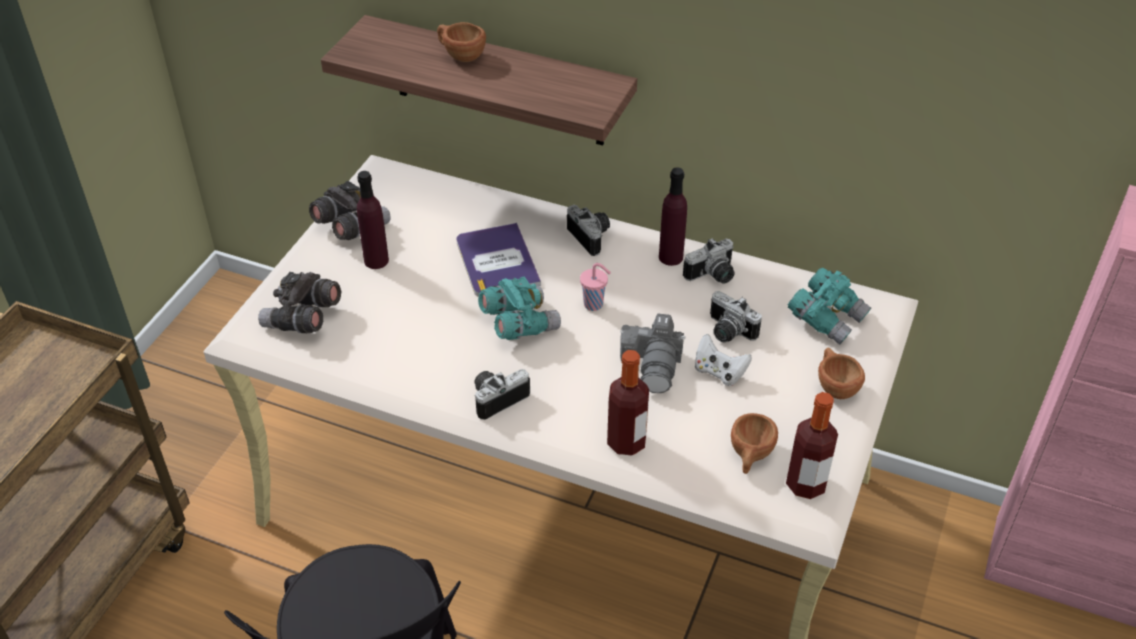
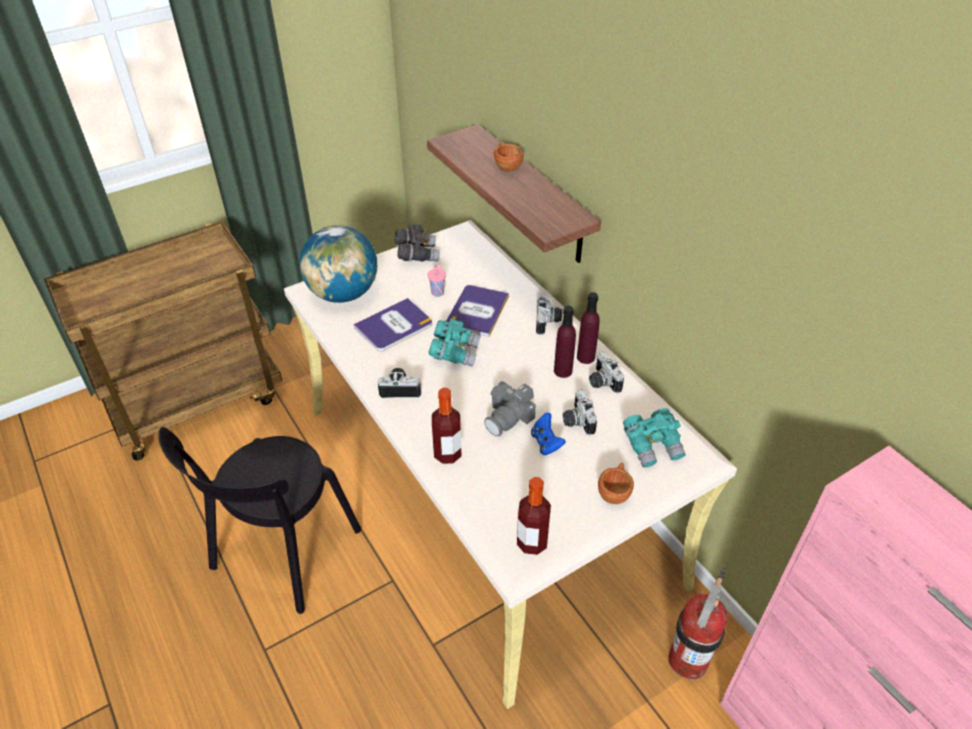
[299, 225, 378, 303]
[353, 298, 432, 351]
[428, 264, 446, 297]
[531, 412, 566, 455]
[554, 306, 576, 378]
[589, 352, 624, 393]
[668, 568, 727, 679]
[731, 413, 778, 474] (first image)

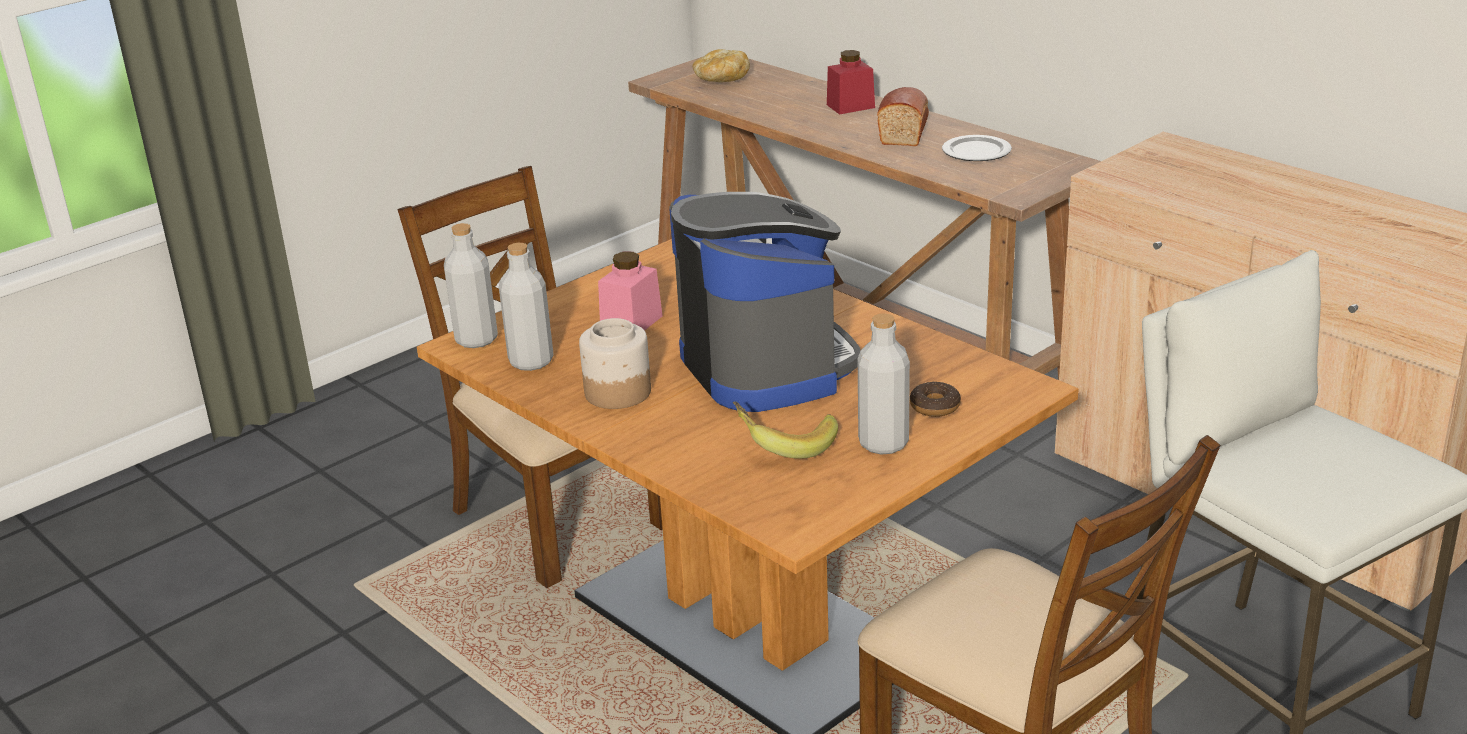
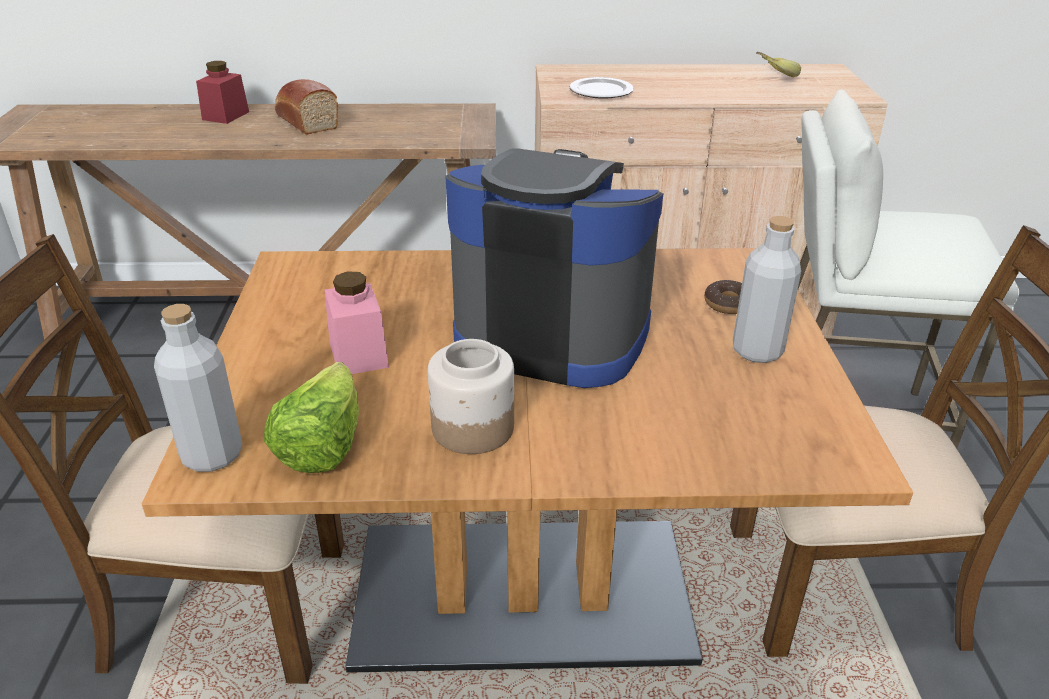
[264, 362, 359, 473]
[569, 77, 634, 99]
[756, 52, 801, 77]
[693, 49, 750, 82] (first image)

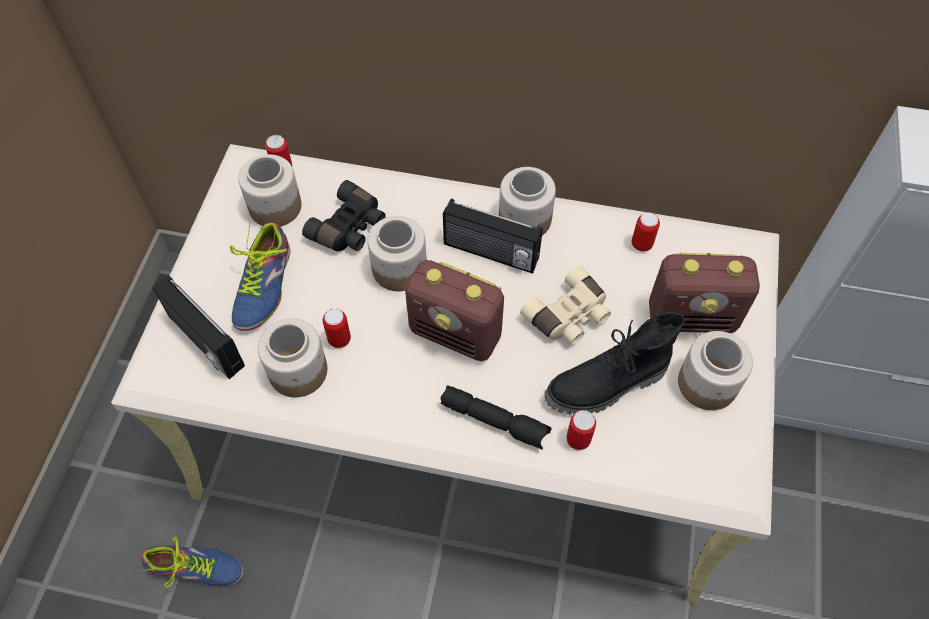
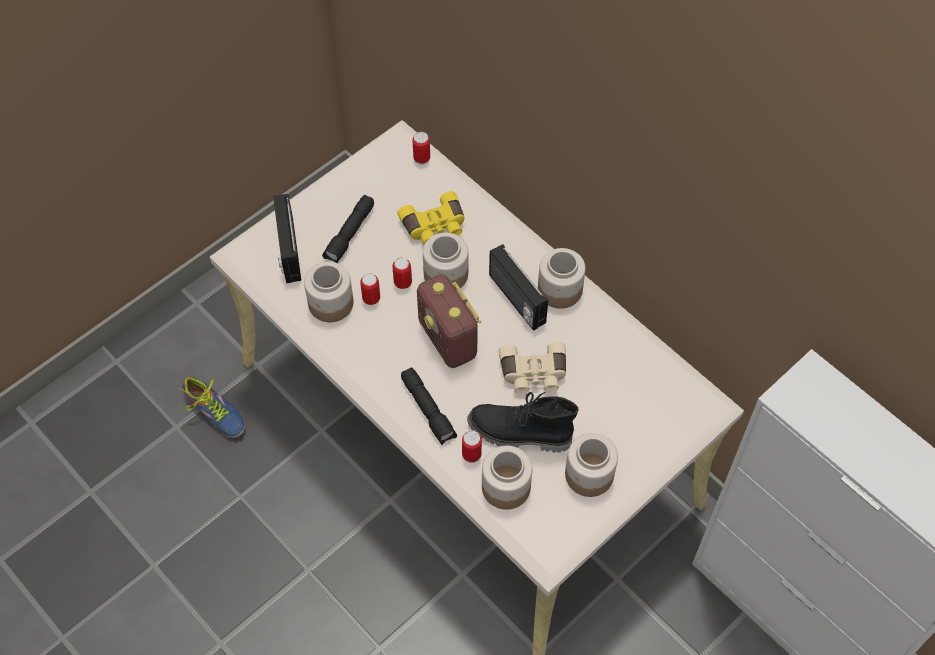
[322, 195, 374, 263]
[392, 258, 412, 289]
[397, 191, 464, 245]
[482, 446, 532, 510]
[649, 253, 760, 333] (first image)

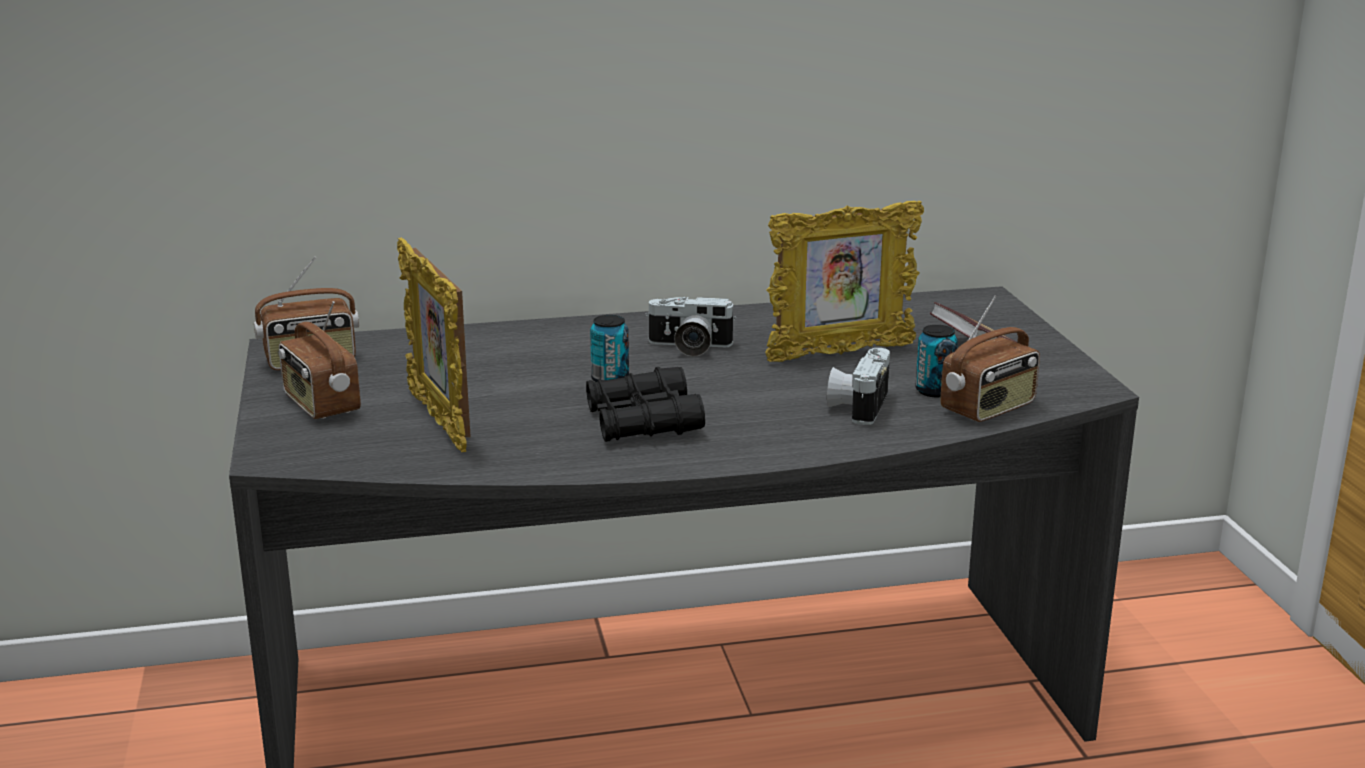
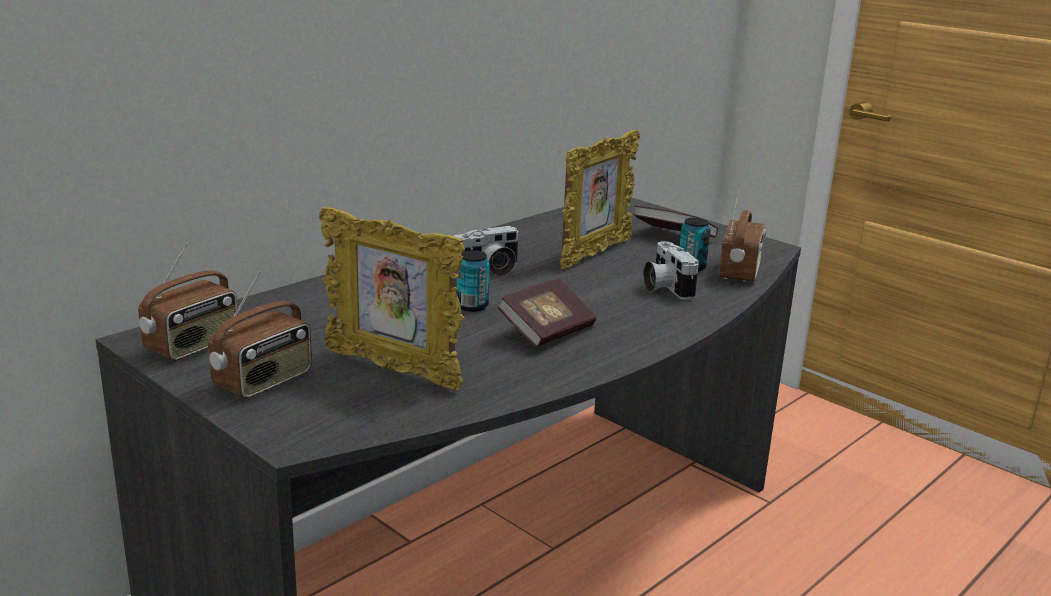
[208, 272, 312, 399]
[497, 279, 596, 347]

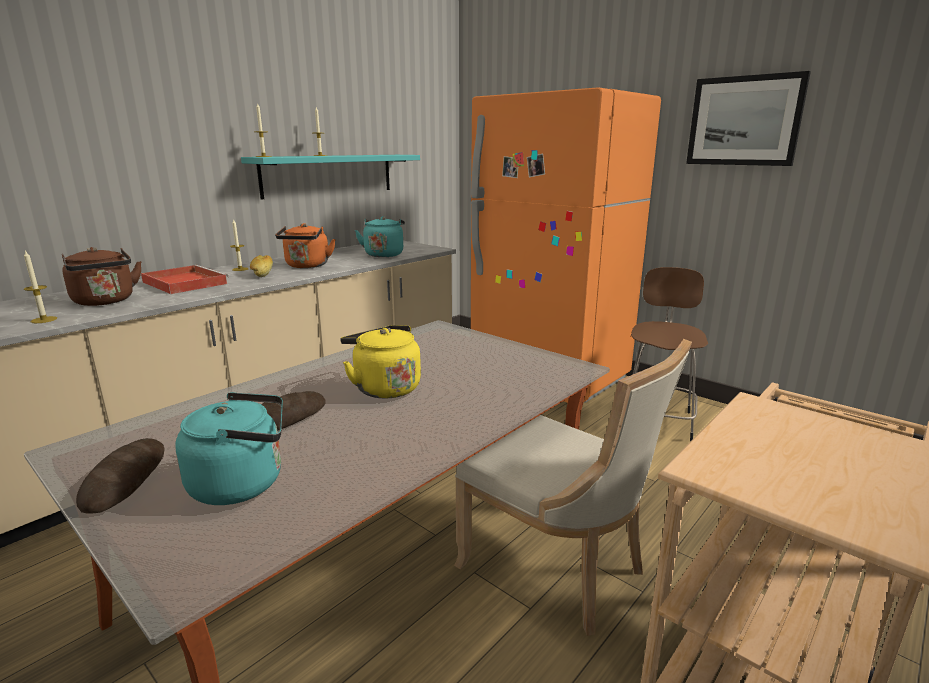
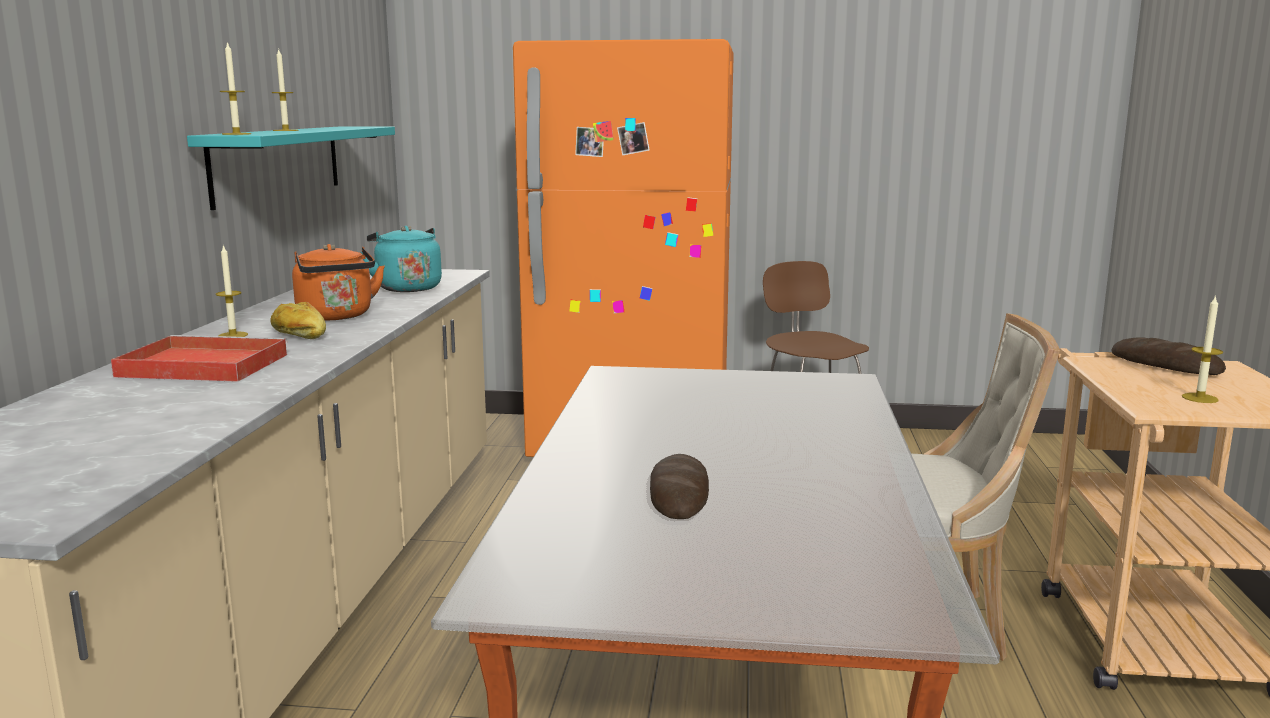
[1111, 338, 1226, 375]
[1182, 295, 1223, 403]
[62, 247, 142, 306] (first image)
[175, 392, 283, 505] (first image)
[340, 325, 421, 399] (first image)
[686, 71, 811, 166] (first image)

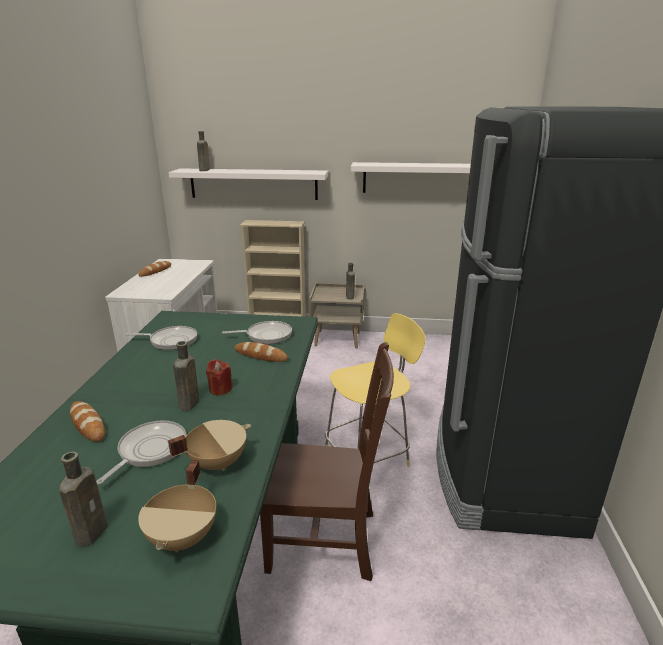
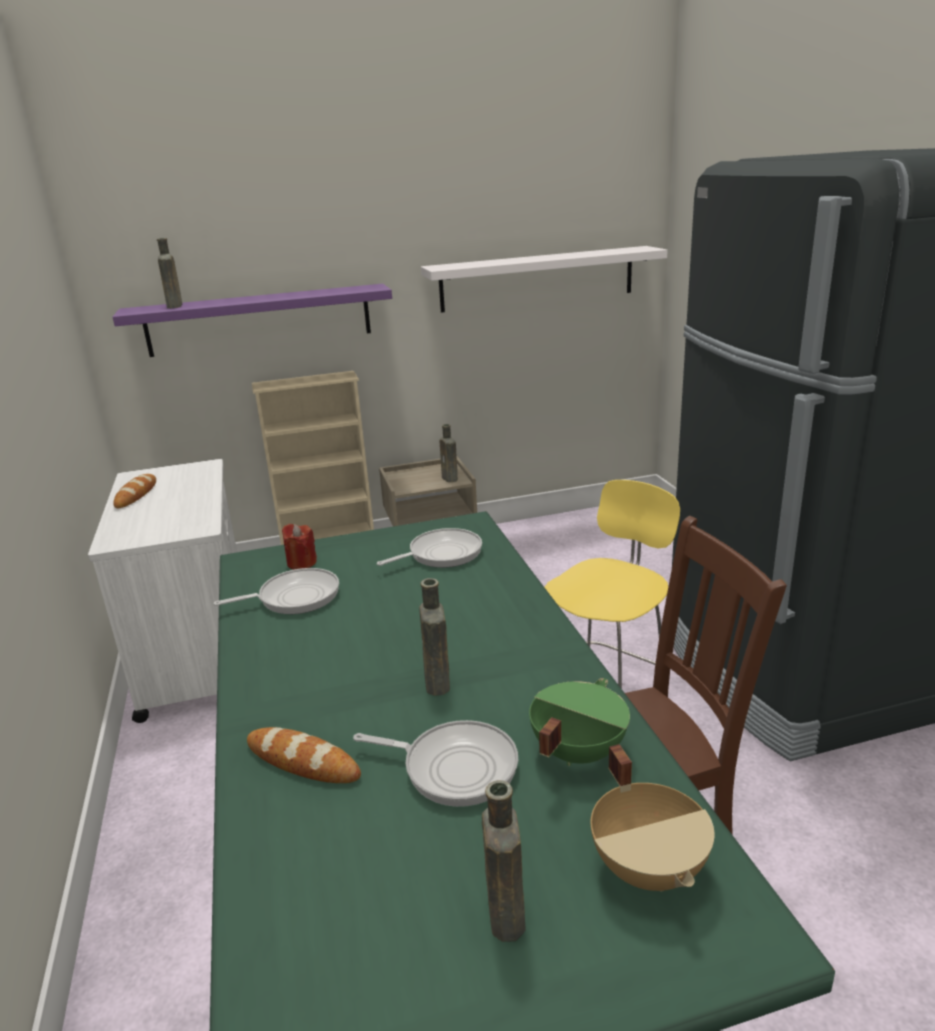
[113, 284, 392, 357]
[282, 524, 317, 570]
[353, 720, 518, 807]
[529, 678, 630, 766]
[235, 342, 288, 362] (first image)

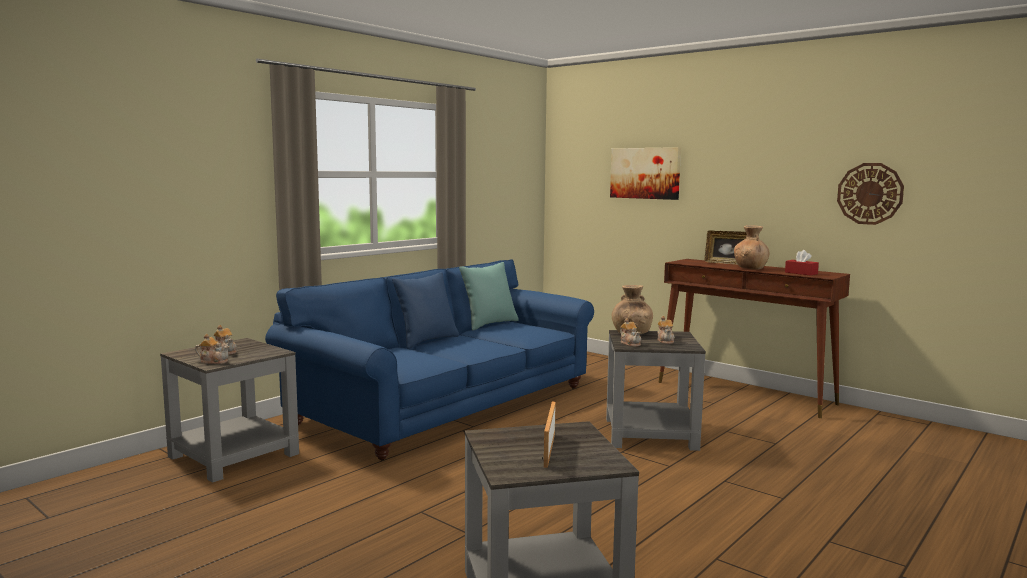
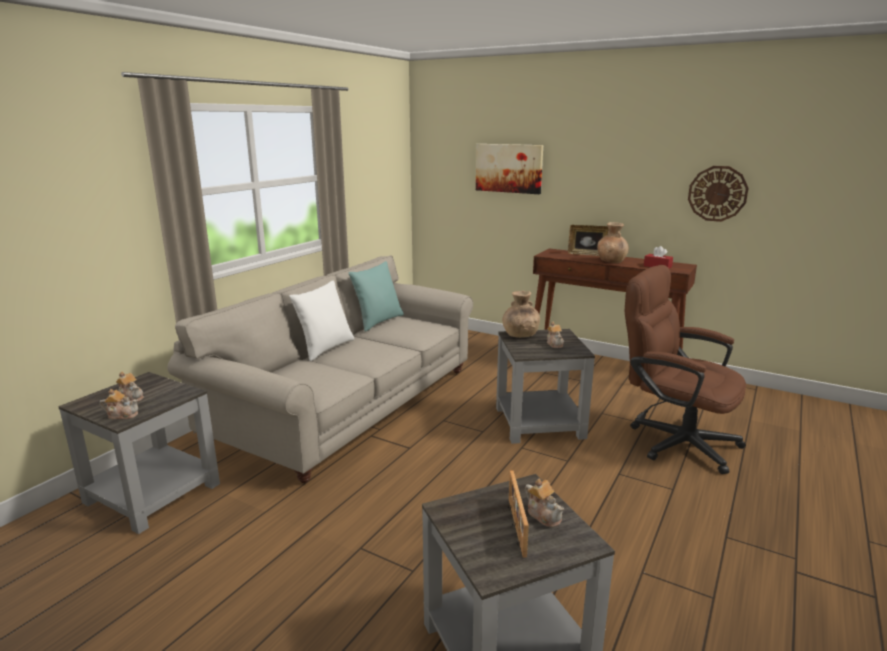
[167, 255, 473, 483]
[289, 280, 354, 362]
[525, 479, 564, 528]
[625, 265, 746, 474]

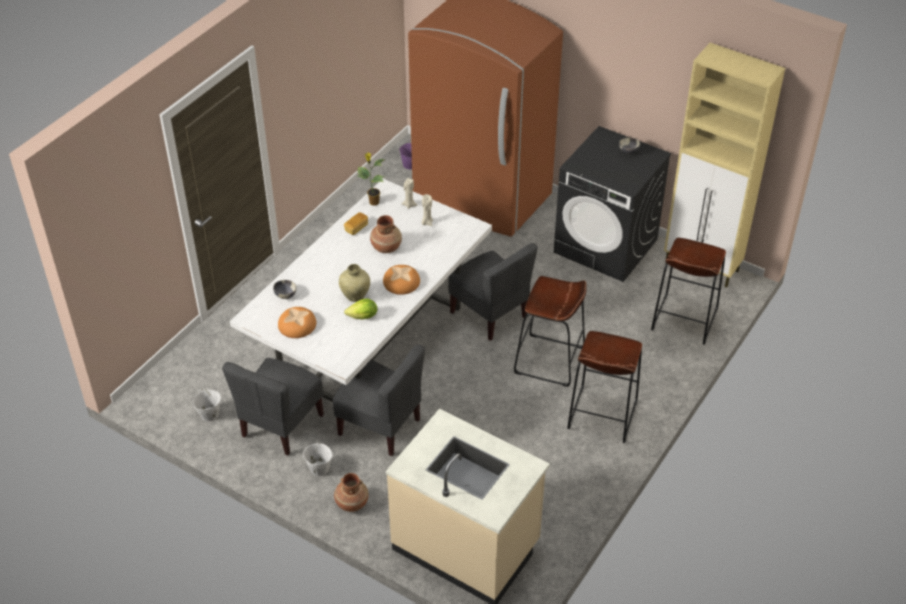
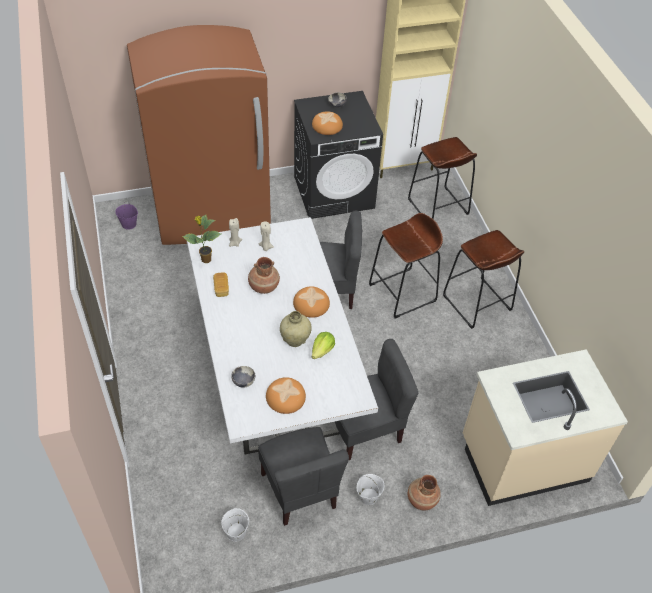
[312, 111, 343, 135]

